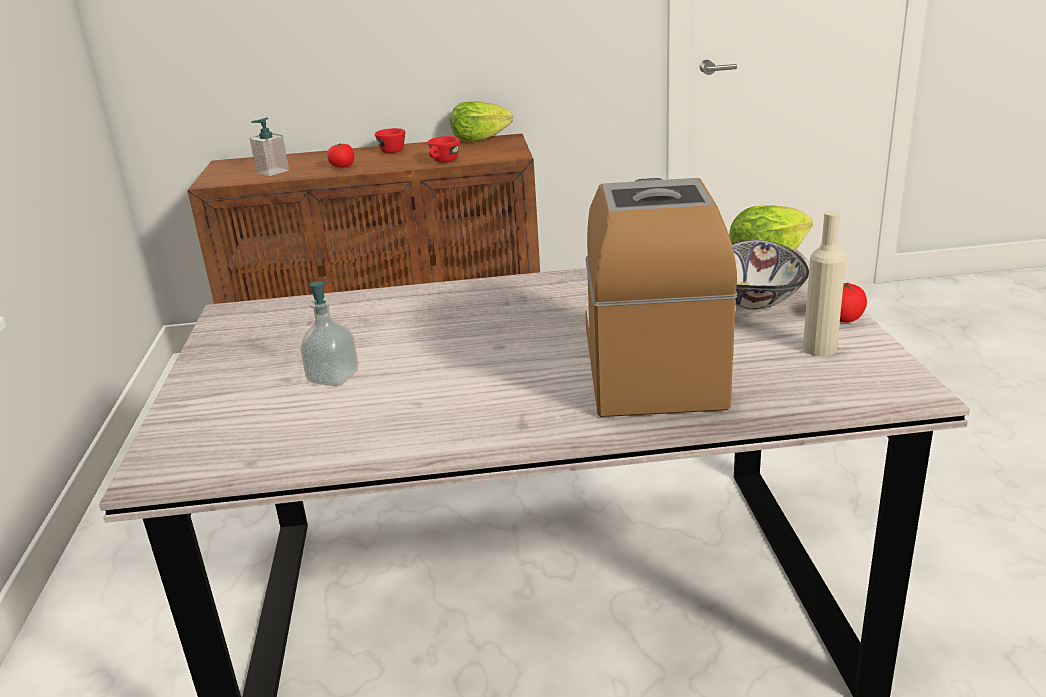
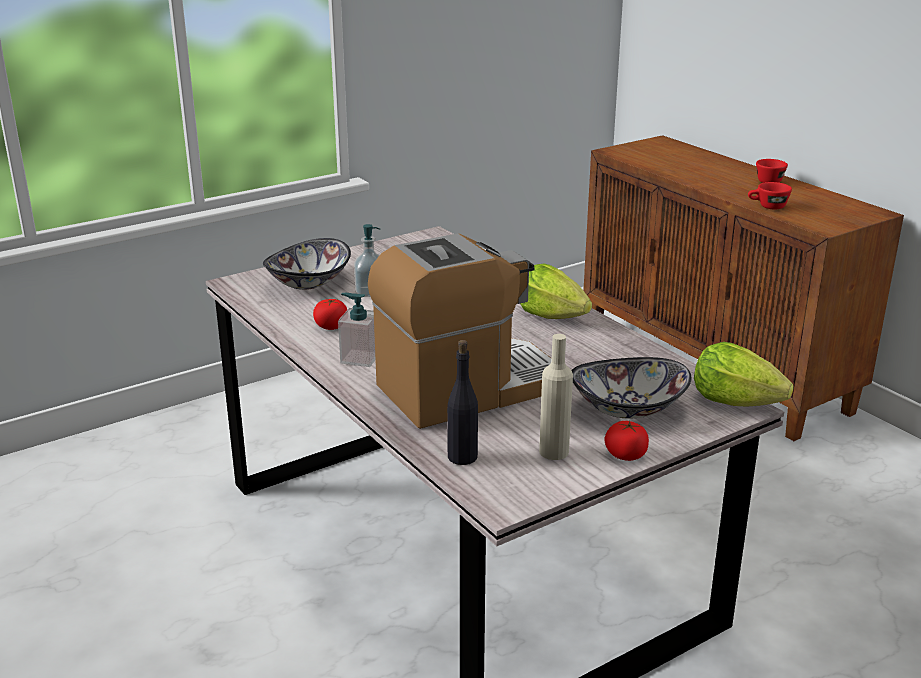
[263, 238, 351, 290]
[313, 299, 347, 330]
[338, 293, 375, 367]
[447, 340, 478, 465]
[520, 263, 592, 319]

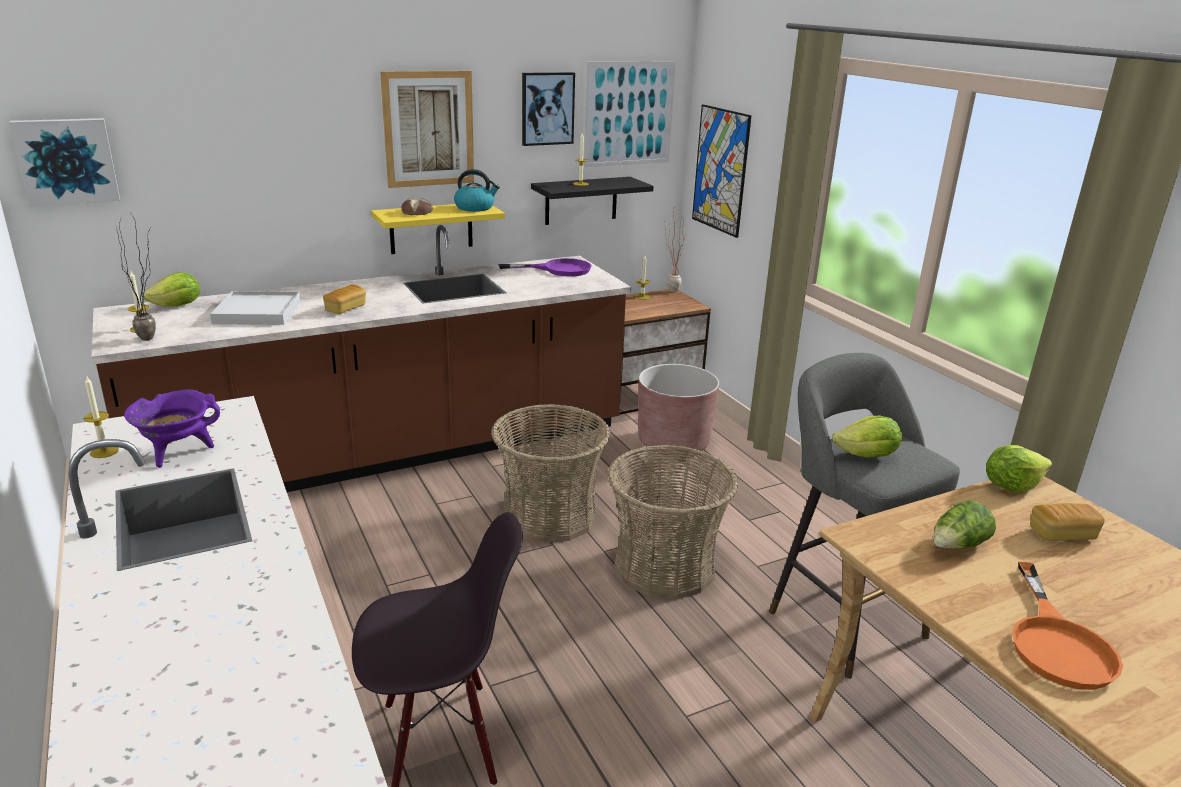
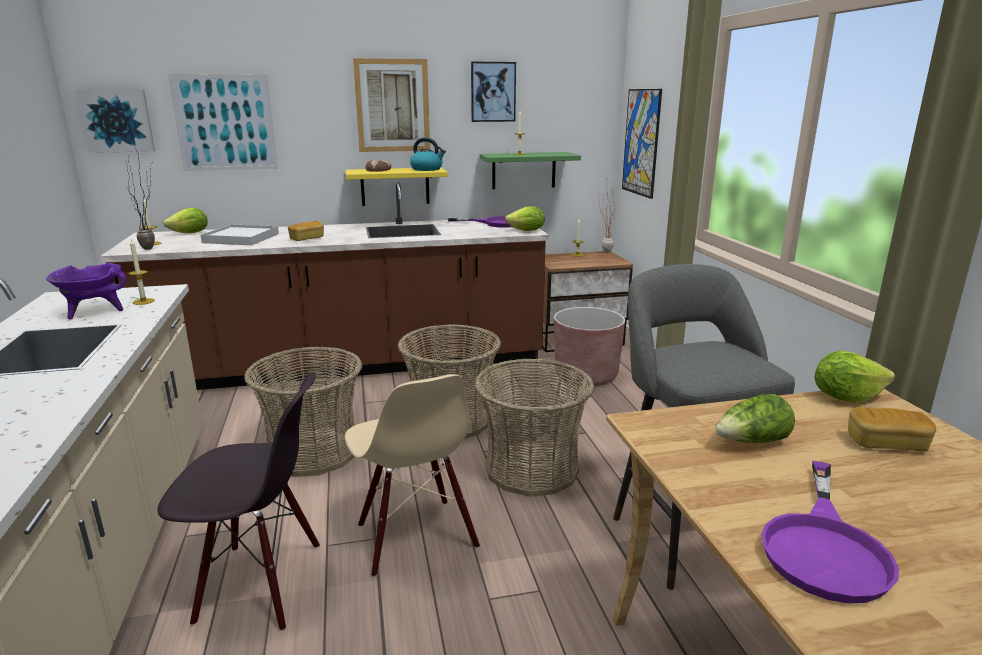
[128, 238, 155, 305]
[168, 74, 278, 171]
[244, 346, 363, 477]
[345, 374, 480, 577]
[479, 152, 581, 189]
[505, 206, 544, 231]
[761, 461, 899, 603]

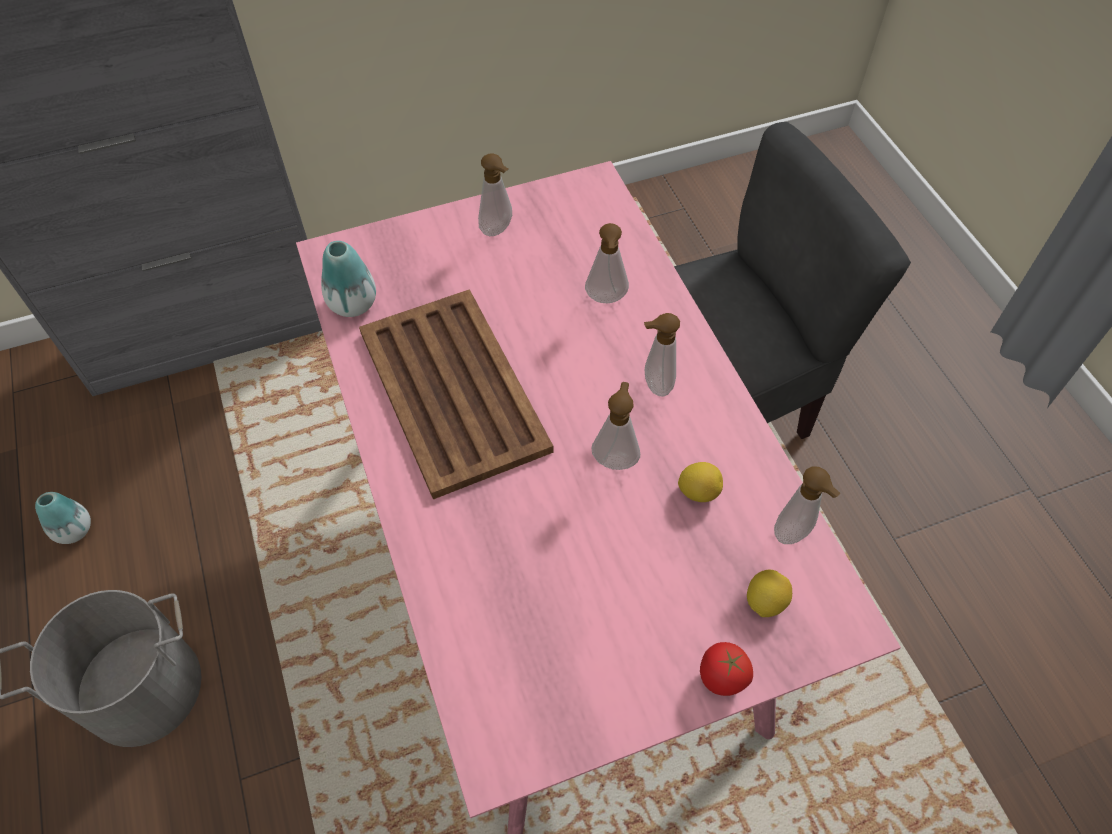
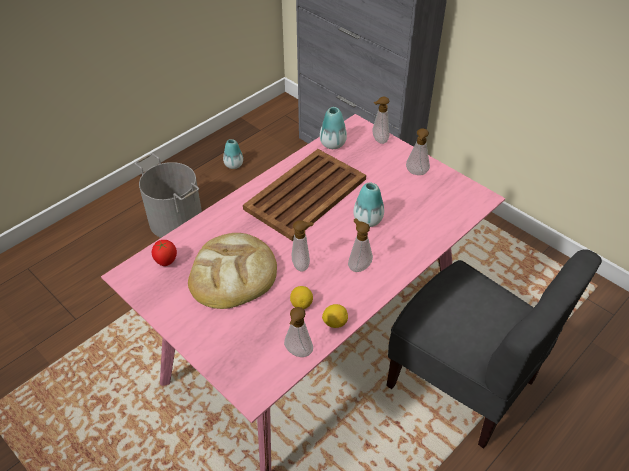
[152, 240, 177, 266]
[188, 233, 277, 309]
[322, 304, 348, 328]
[353, 183, 384, 227]
[372, 97, 389, 144]

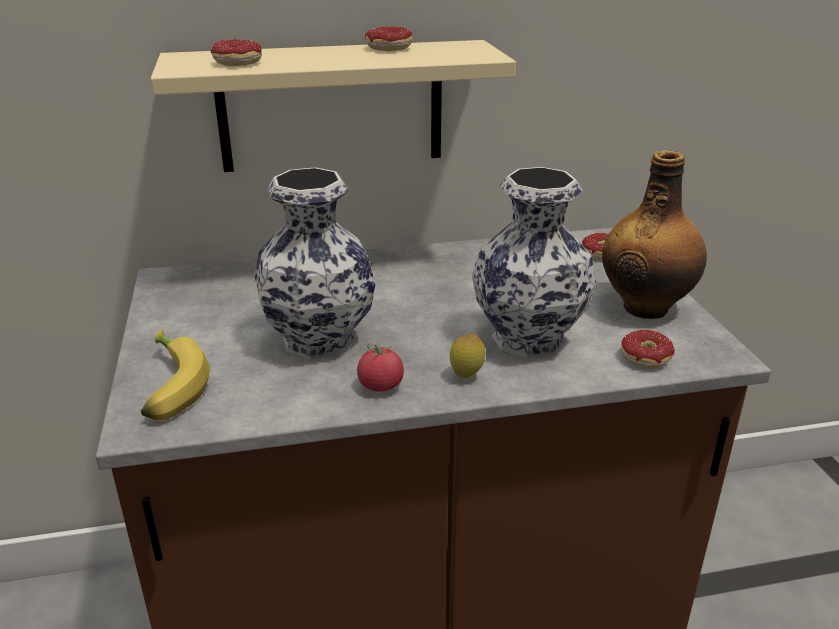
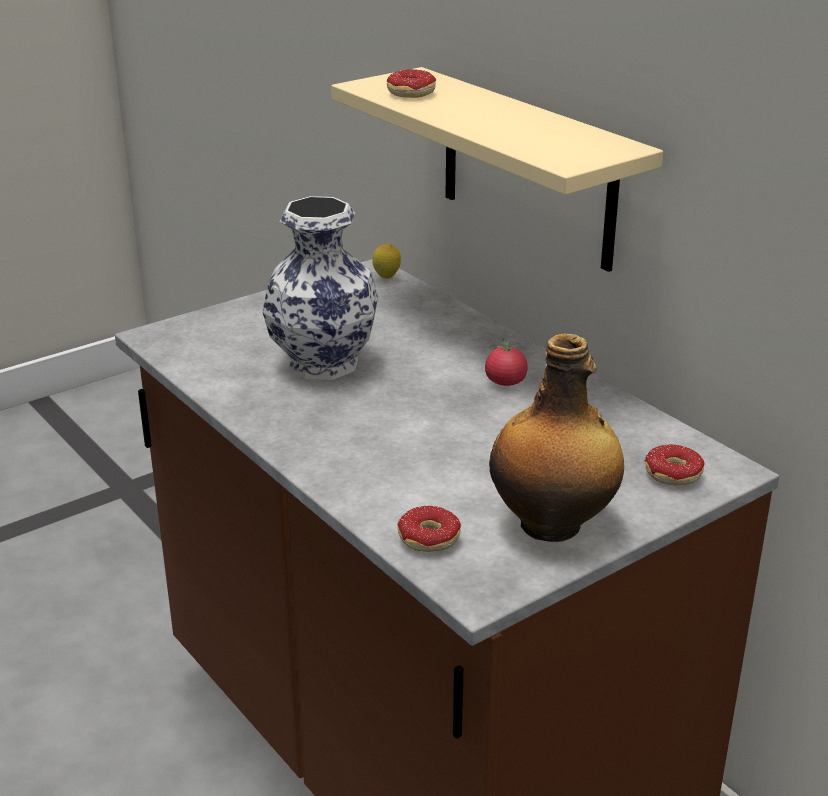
[372, 244, 401, 279]
[485, 338, 528, 386]
[141, 329, 210, 420] (first image)
[365, 26, 412, 51] (first image)
[472, 167, 596, 358] (first image)

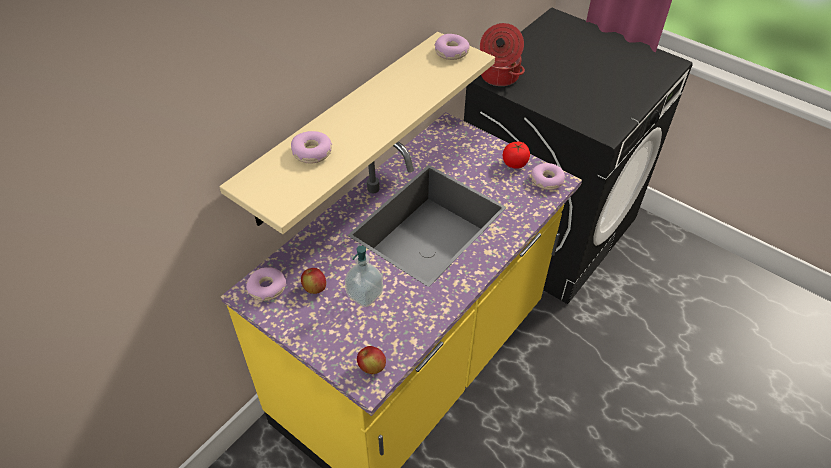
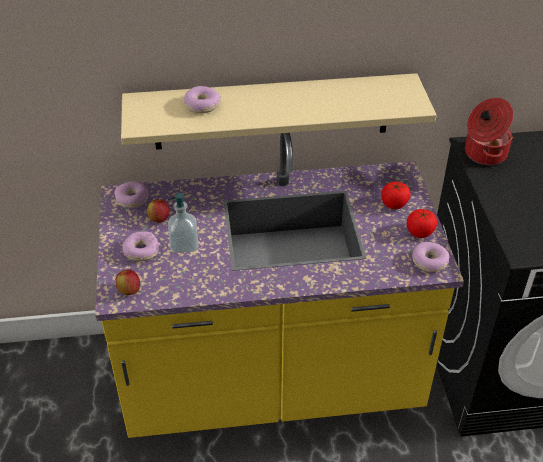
[122, 231, 159, 261]
[381, 181, 411, 209]

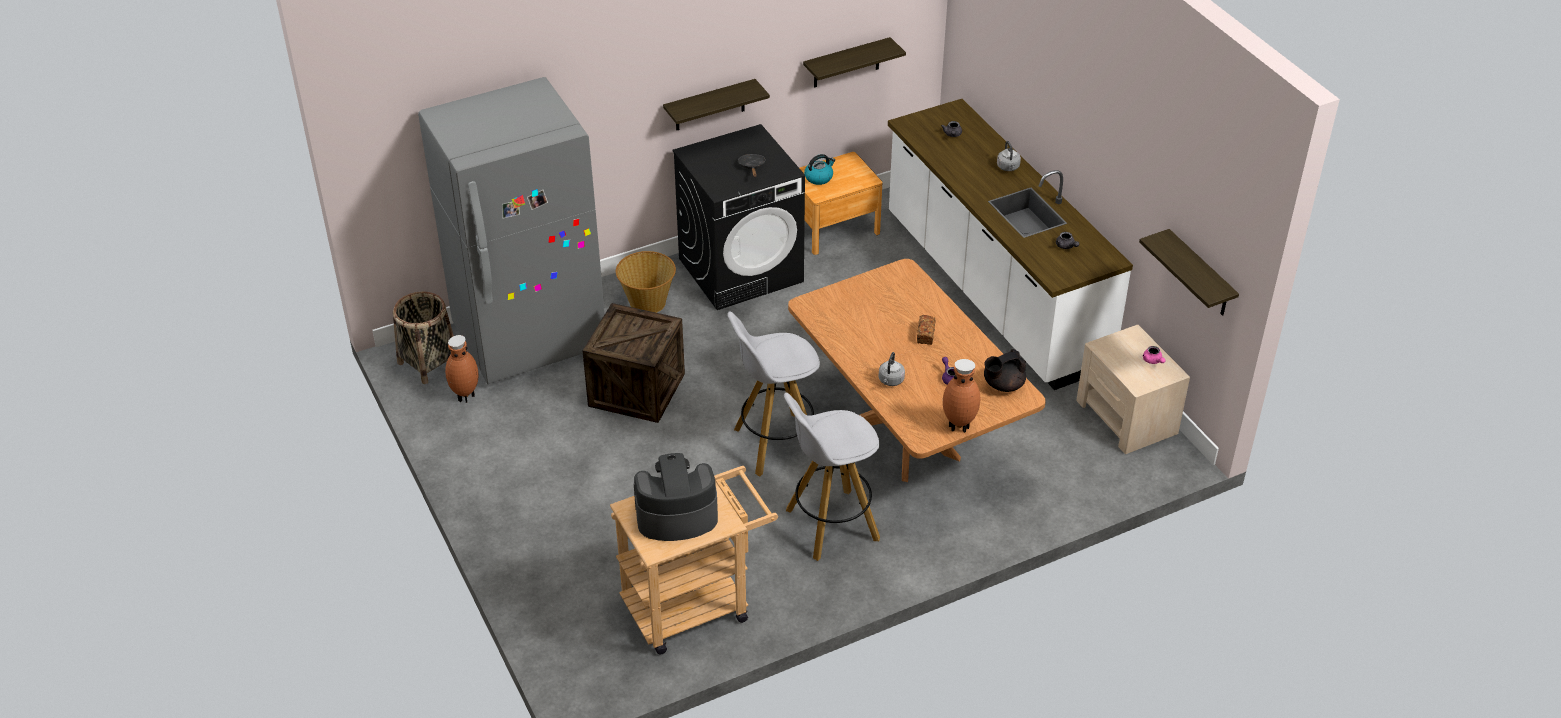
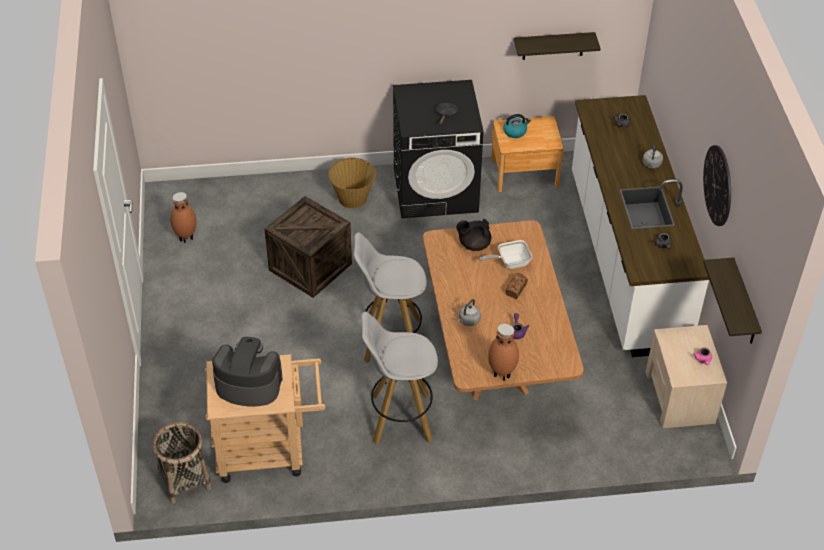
[153, 422, 212, 503]
[456, 219, 491, 251]
[480, 240, 532, 269]
[703, 145, 731, 226]
[418, 77, 605, 384] (first image)
[663, 79, 770, 130] (first image)

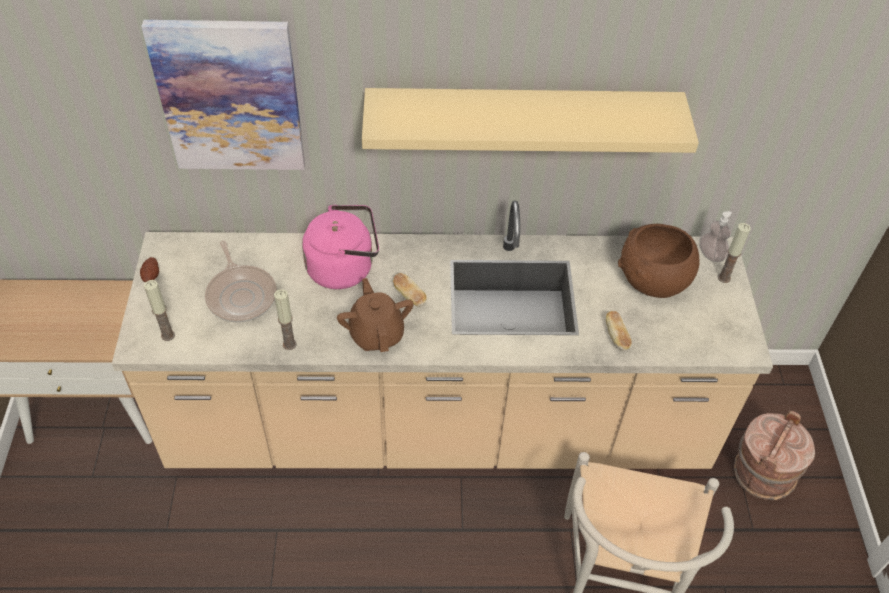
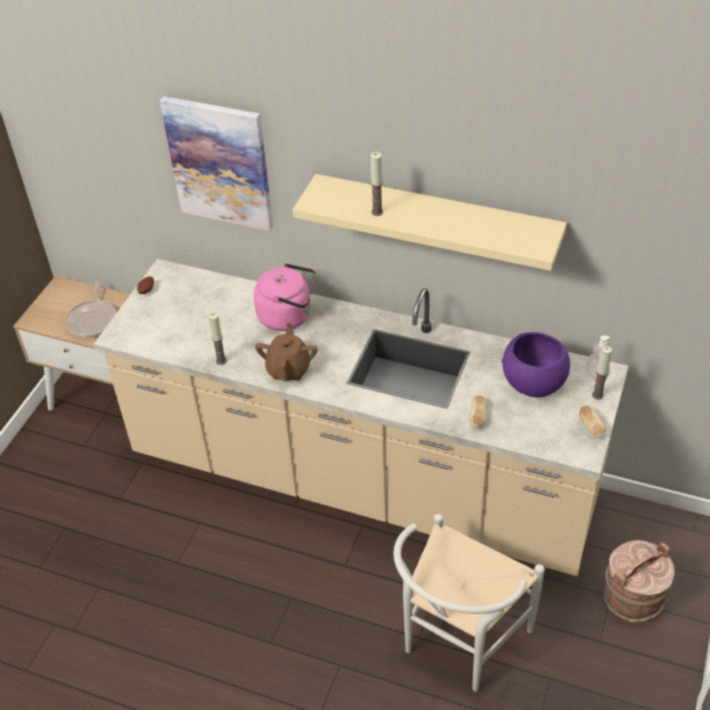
[65, 281, 116, 338]
[370, 152, 383, 216]
[502, 332, 570, 398]
[579, 405, 606, 438]

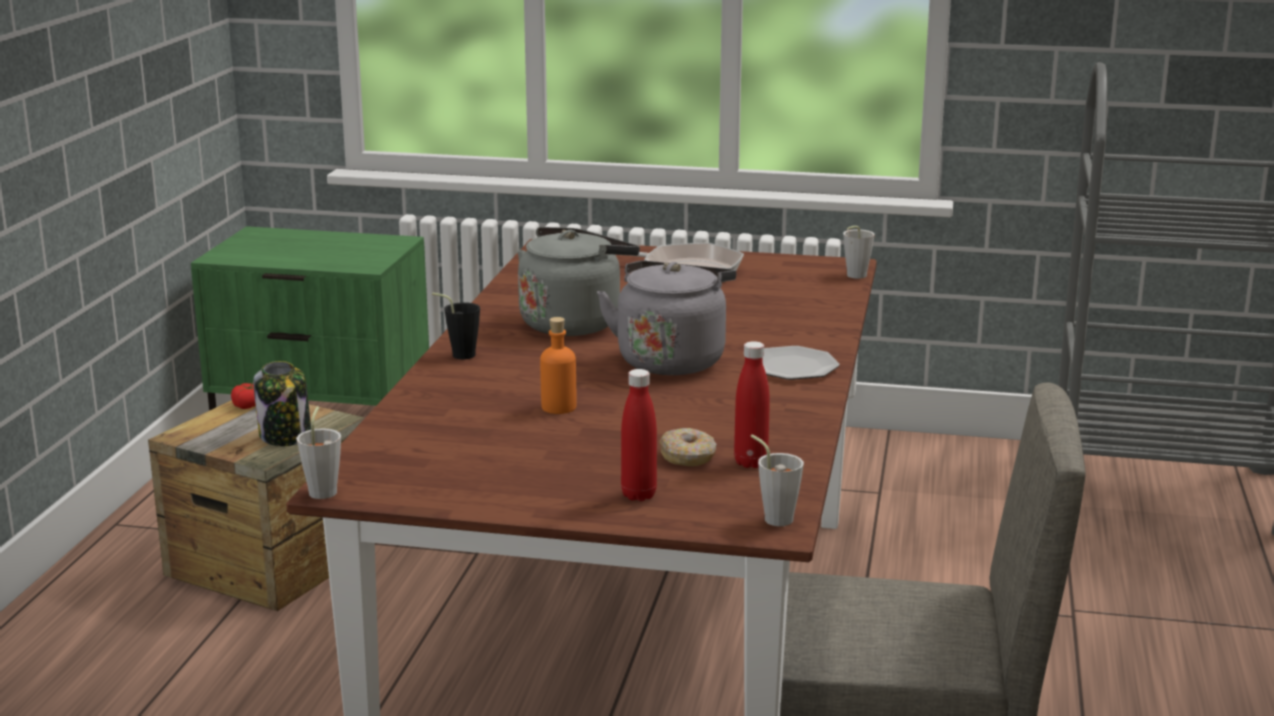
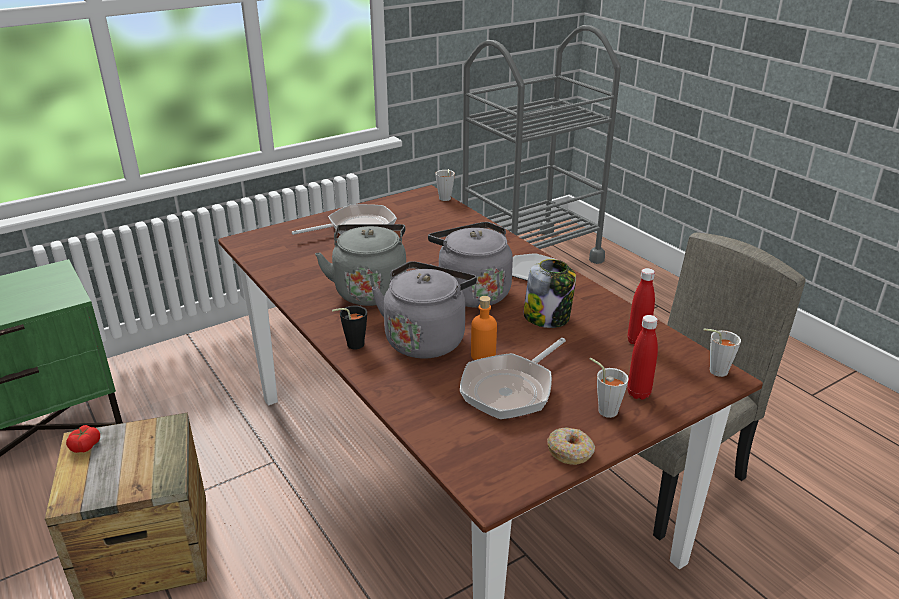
[372, 261, 477, 358]
[460, 338, 566, 420]
[524, 259, 576, 328]
[547, 428, 595, 465]
[590, 358, 629, 418]

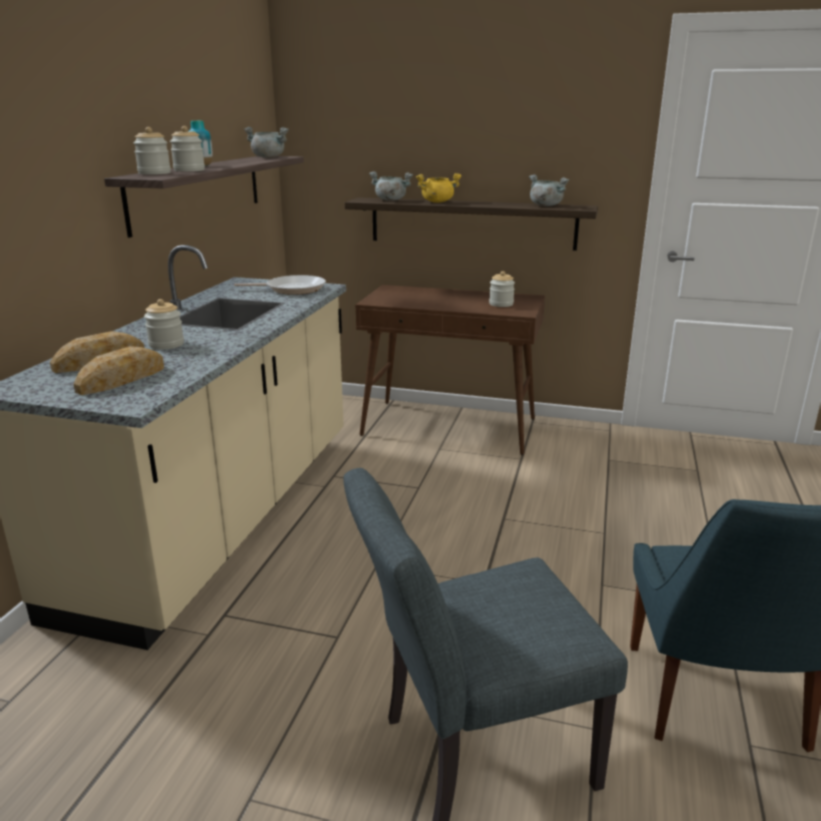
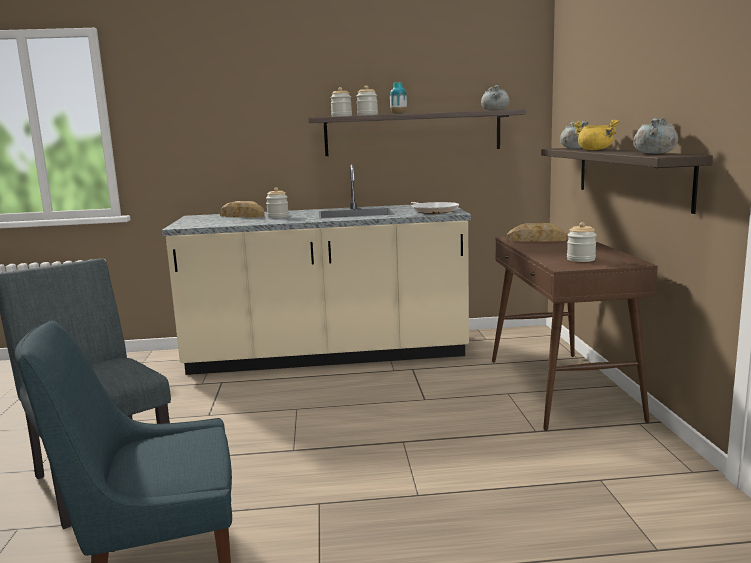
[507, 223, 567, 241]

